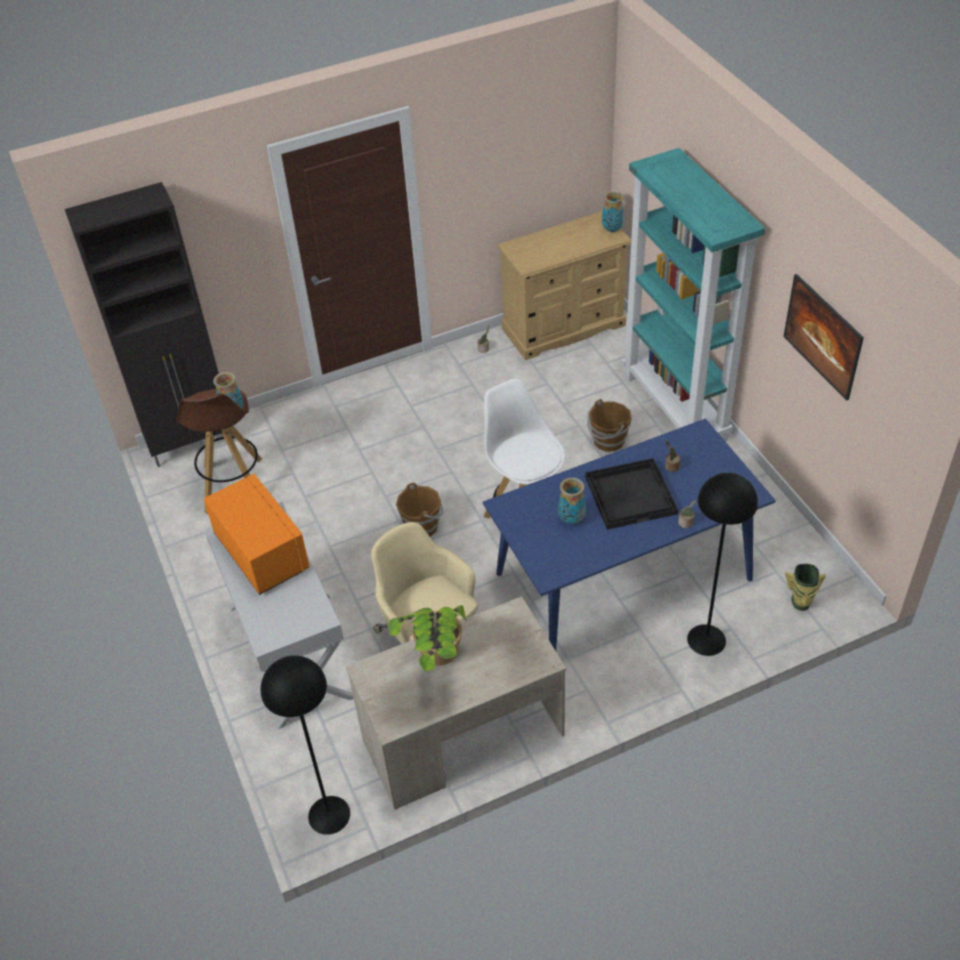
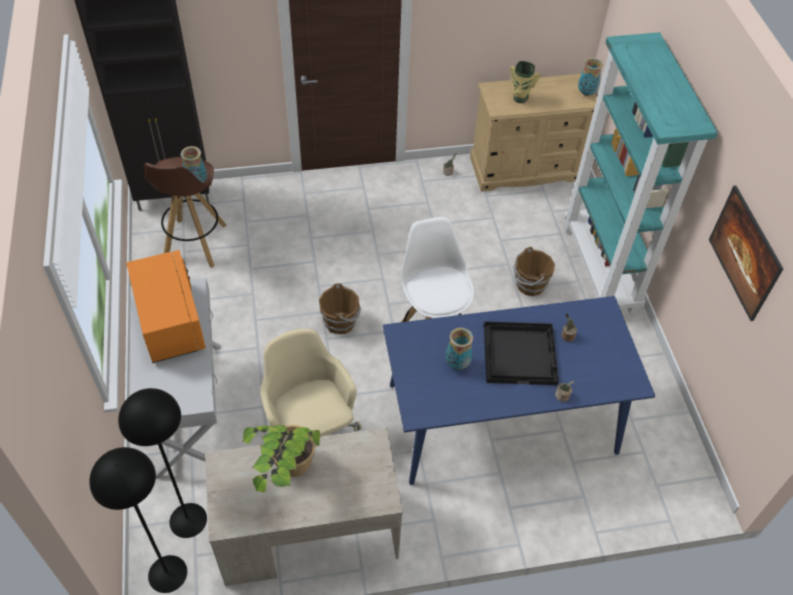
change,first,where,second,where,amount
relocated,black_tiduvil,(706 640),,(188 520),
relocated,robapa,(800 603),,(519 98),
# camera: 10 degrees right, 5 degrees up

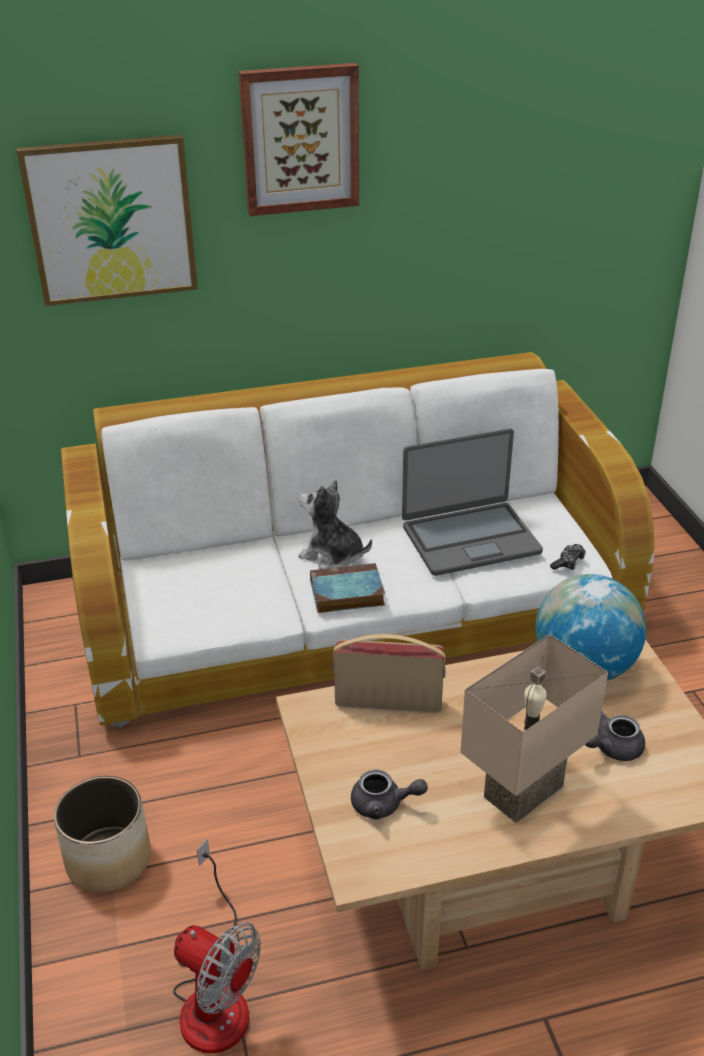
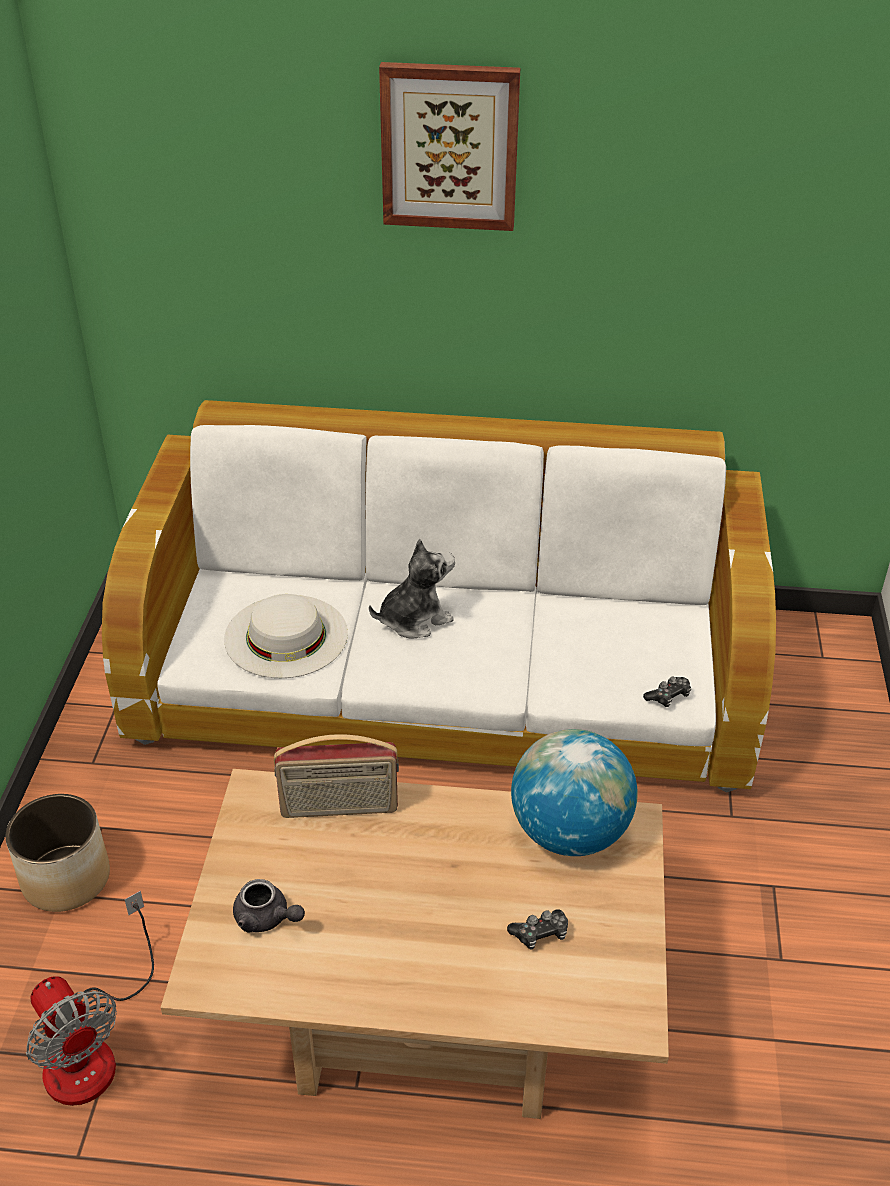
change,first,where,second,where,amount
missing,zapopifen,(111 220),,,
spun,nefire,(332 556),,(414 619),105 degrees clockwise
missing,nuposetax,(345 593),,,
spun,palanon,(388 702),,(339 808),150 degrees clockwise
missing,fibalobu,(470 539),,,
missing,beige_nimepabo,(521 789),,,
exchanged,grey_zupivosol,(612 748),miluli,(540 934),
appeared,,,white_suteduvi,(286 636),
# camera: 20 degrees right, 5 degrees up

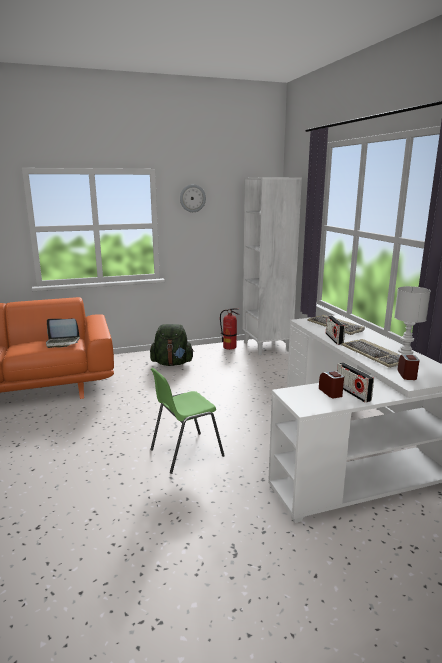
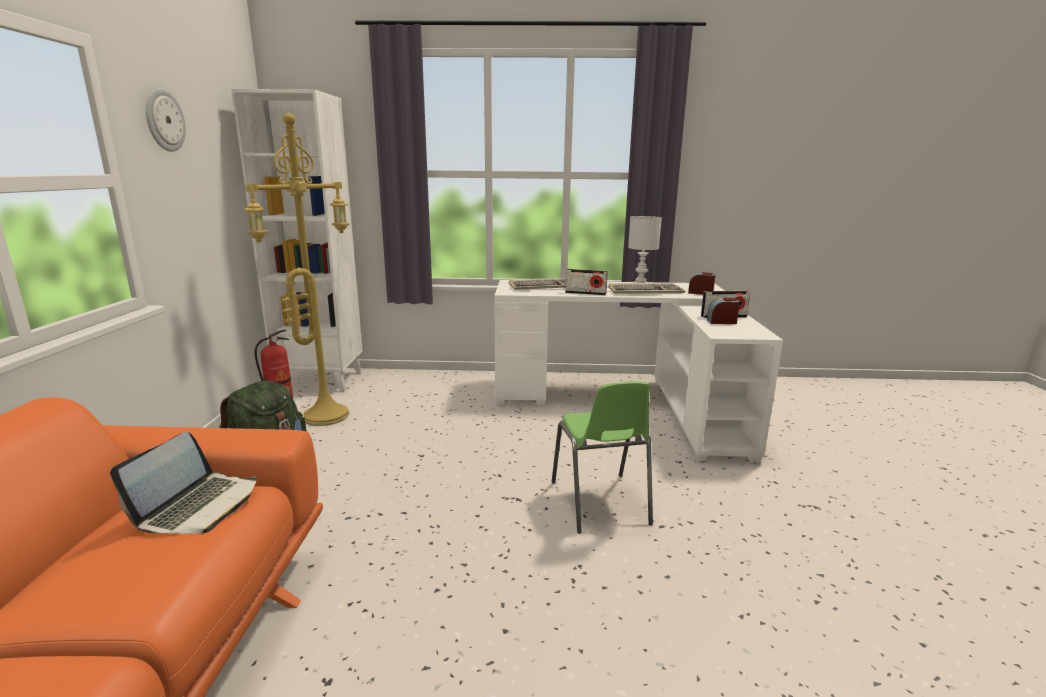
change,first,where,second,where,amount
appeared,,,yellow_tiduvil,(326 415),
# camera: 70 degrees left, 0 degrees up

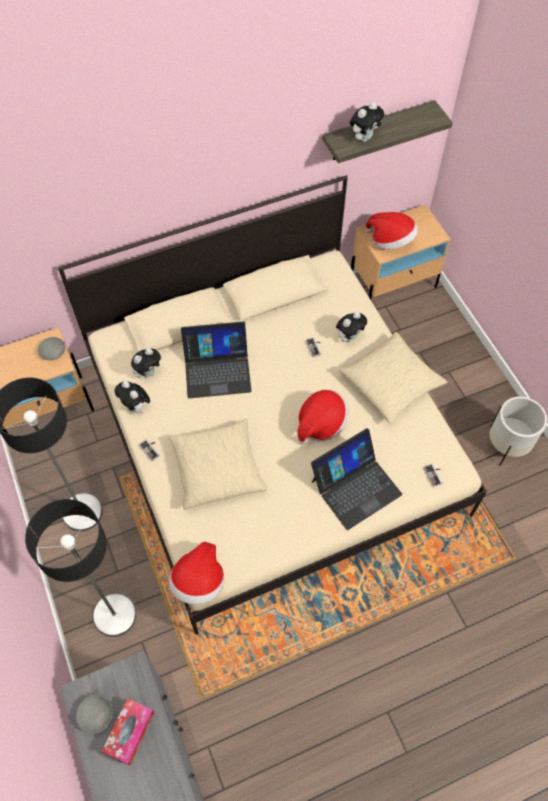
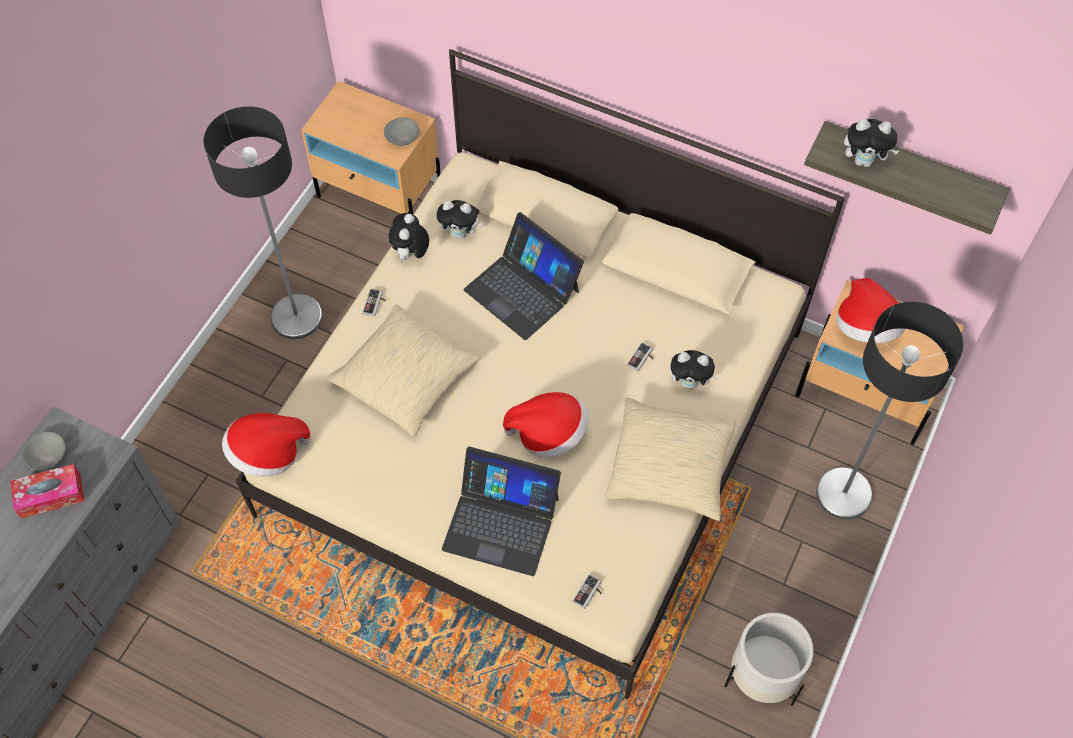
change,first,where,second,where,amount
relocated,tiduvil,(114 614),,(843 493),
# camera: 50 degrees right, 0 degrees up

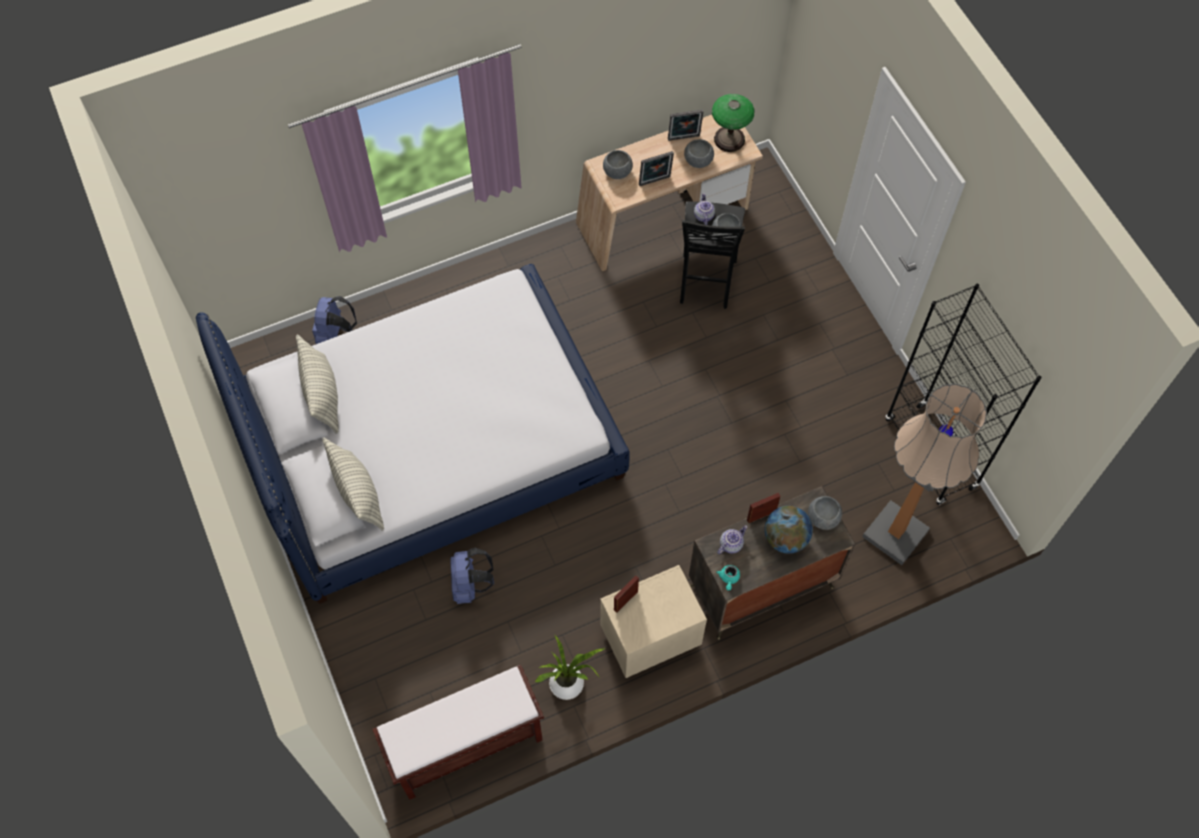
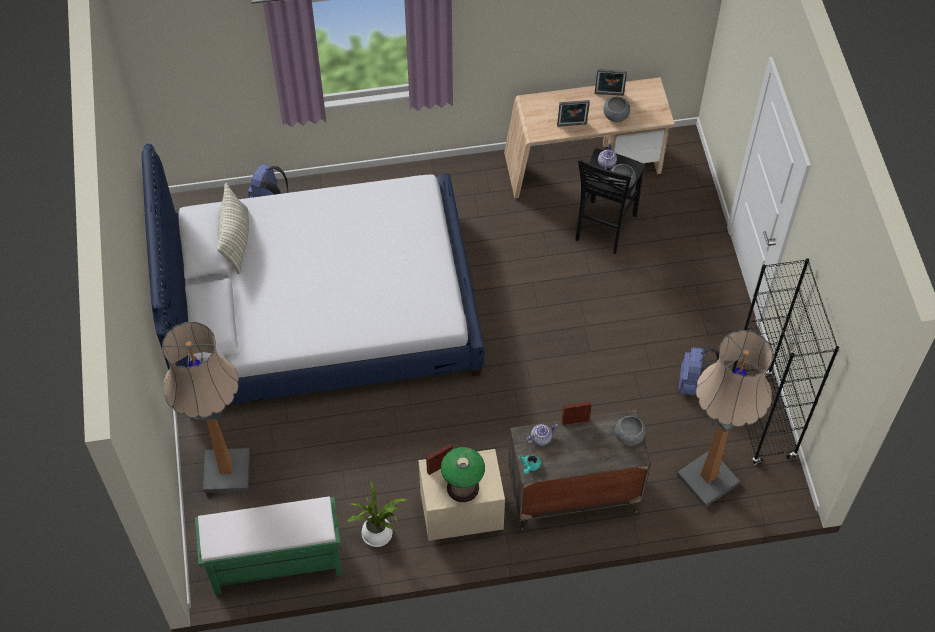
change,first,where,second,where,amount
missing,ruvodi,(358 493),,,
colour,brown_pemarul,(465 747),green_pemarul,(275 564),
relocated,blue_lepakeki,(470 585),,(694 383),
missing,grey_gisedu,(617 171),,,
relocated,nimepabo,(729 139),,(462 487),
missing,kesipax,(785 538),,,
appeared,,,tiduvil,(227 472),
# camera: 15 degrees right, 5 degrees down

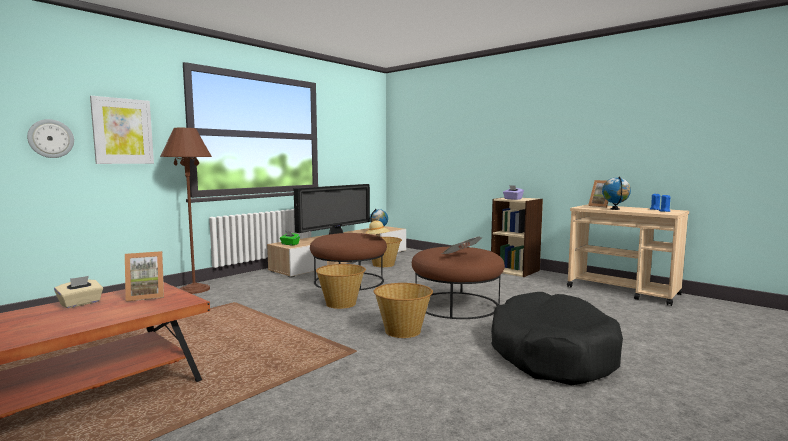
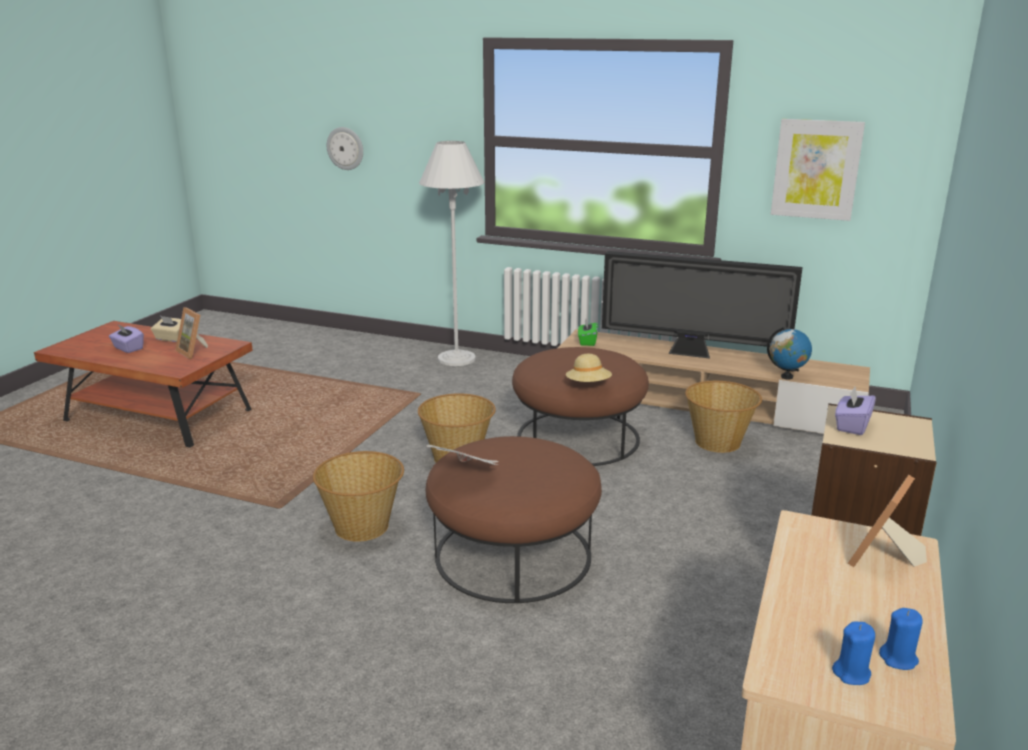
change,first,where,second,where,amount
relocated,zapopifen,(122 131),,(816 169),
colour,brown_tiduvil,(194 289),white_tiduvil,(456 359),
missing,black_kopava,(551 353),,,
missing,kesipax,(615 209),,,
appeared,,,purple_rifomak,(128 348),
# camera: 70 degrees right, 15 degrees up

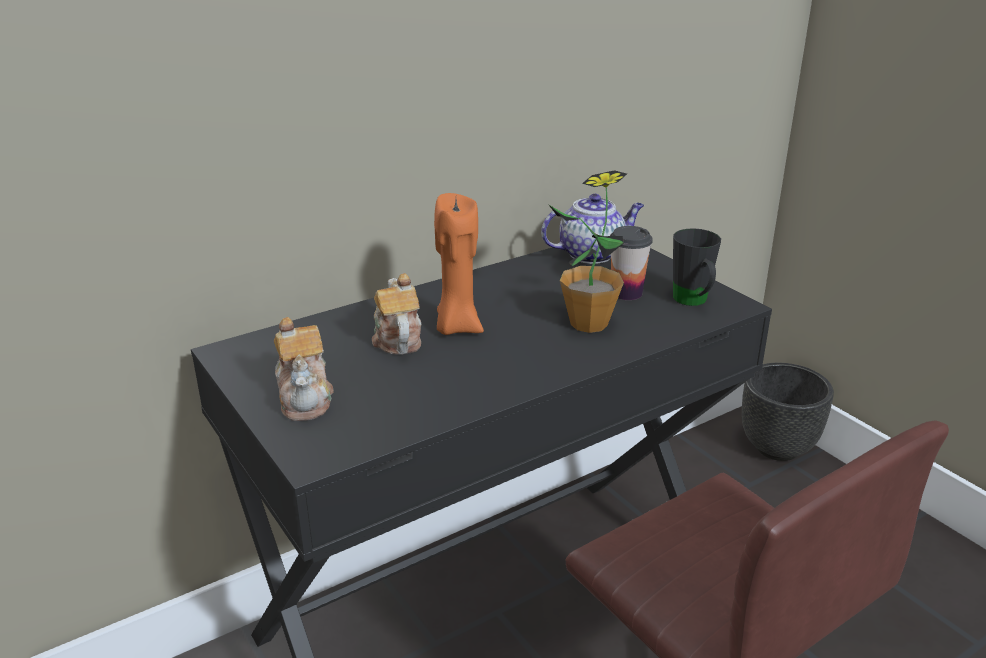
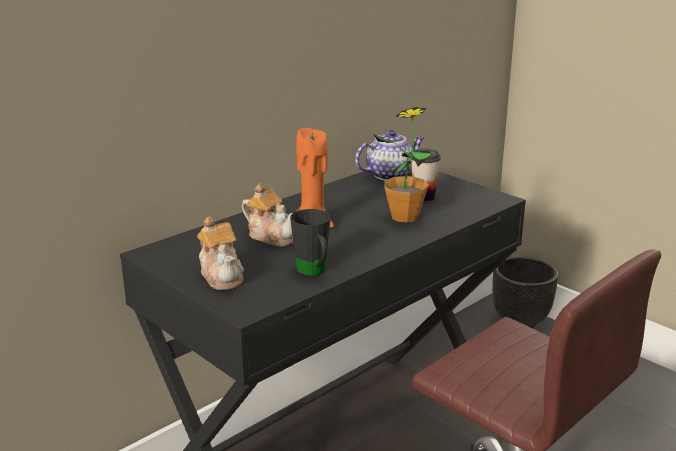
change,first,where,second,where,amount
spun,zupivosol,(397 339),,(272 236),150 degrees clockwise
relocated,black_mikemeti,(693 302),,(314 272),
# camera: 10 degrees left, 5 degrees down

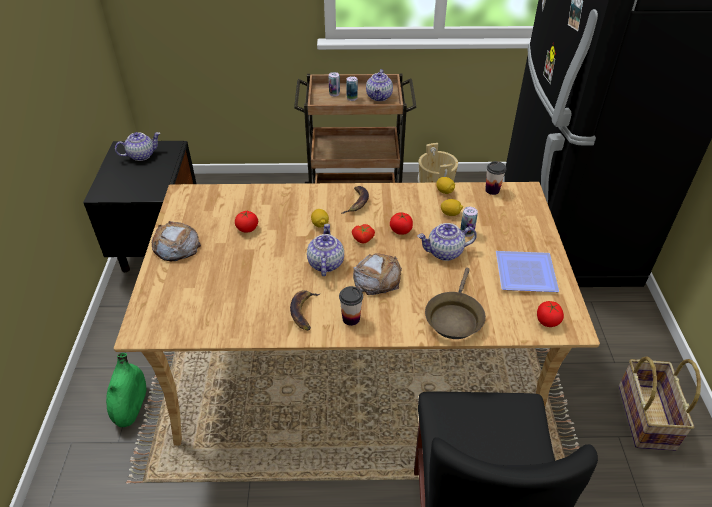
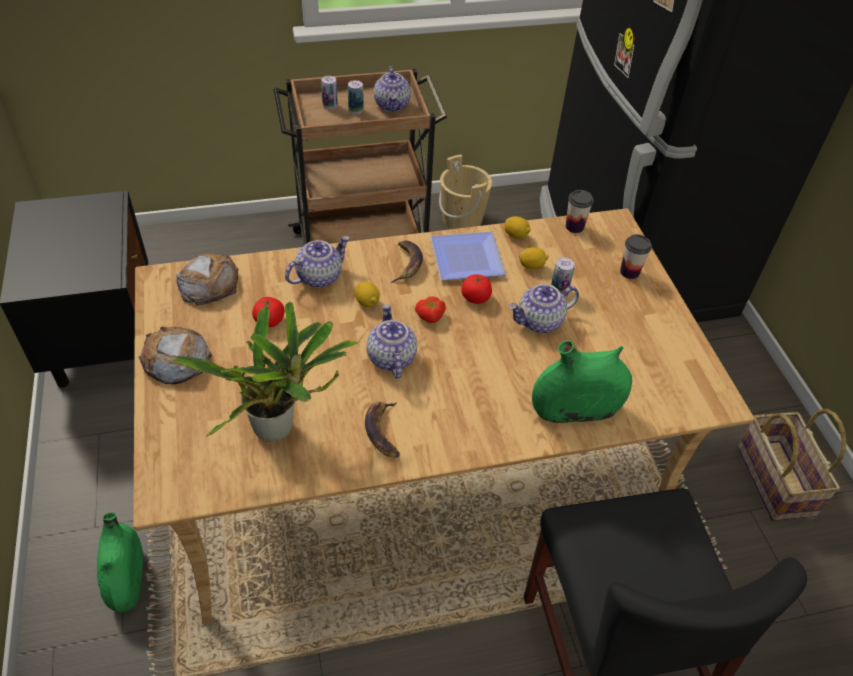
change,first,where,second,where,amount
relocated,zupivosol,(141 155),,(319 276),
relocated,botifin,(351 318),,(629 272),
relocated,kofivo,(377 278),,(209 283),
exchanged,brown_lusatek,(454 317),green_robapa,(576 410),
relocated,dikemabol,(523 272),,(464 257),
missing,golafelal,(547 321),,,
appeared,,,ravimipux,(280 428),
# camera: 15 degrees left, 5 degrees up

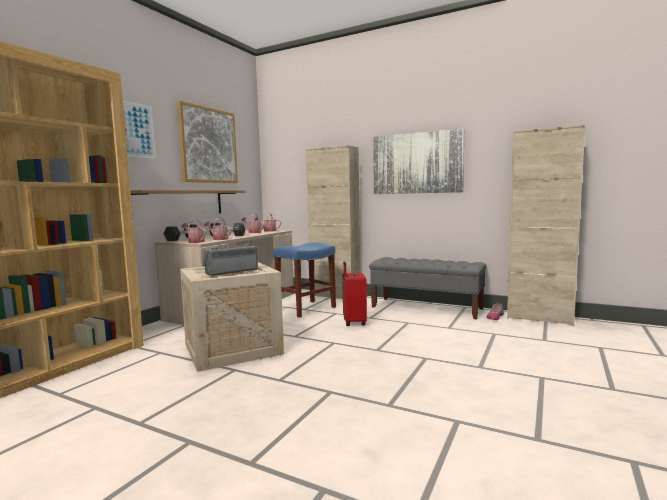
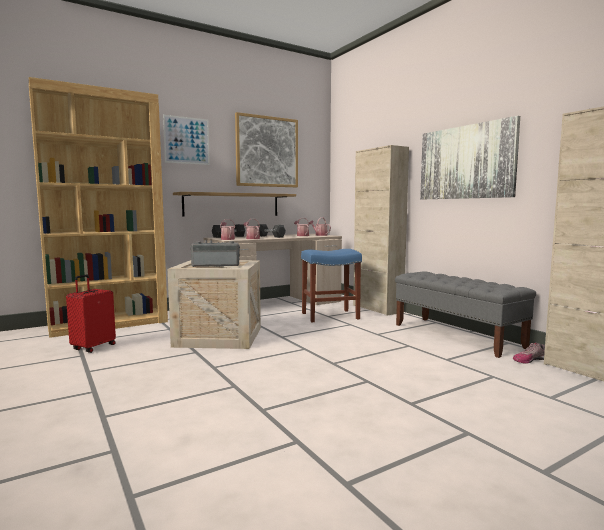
change,first,where,second,where,amount
relocated,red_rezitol,(353 322),,(93 347),
# camera: 30 degrees right, 0 degrees up

